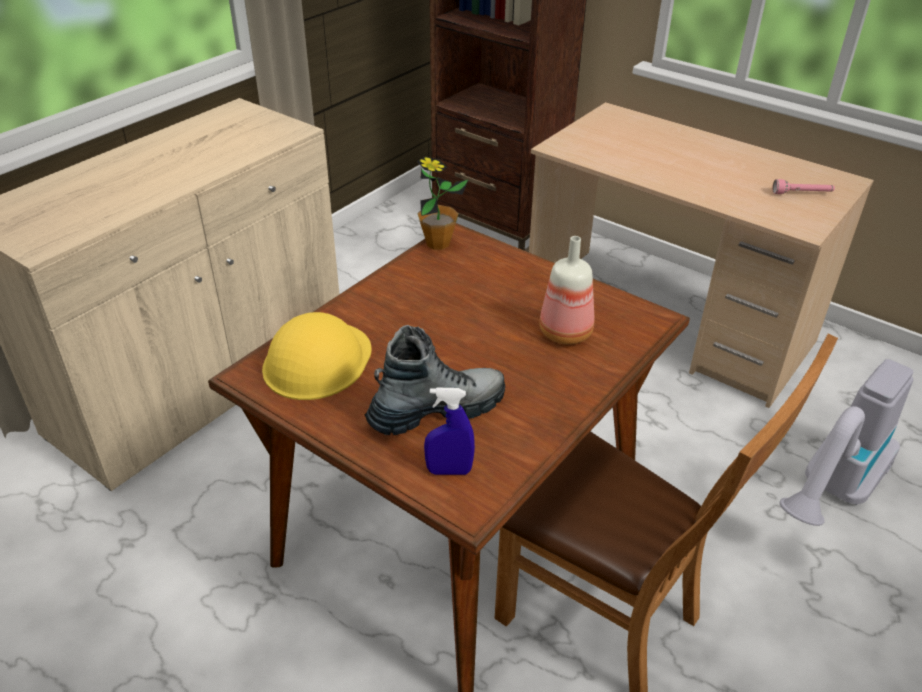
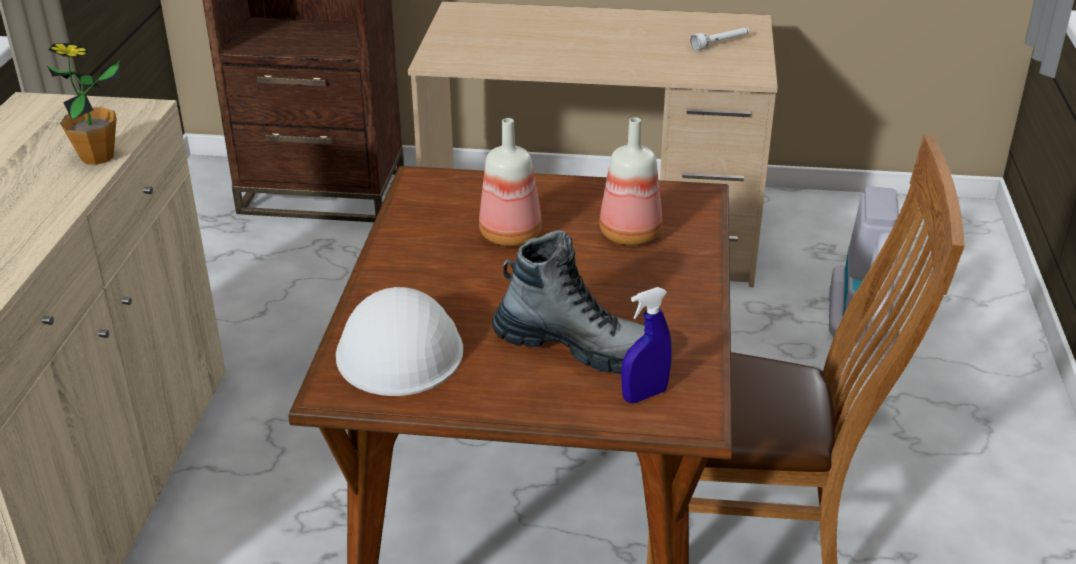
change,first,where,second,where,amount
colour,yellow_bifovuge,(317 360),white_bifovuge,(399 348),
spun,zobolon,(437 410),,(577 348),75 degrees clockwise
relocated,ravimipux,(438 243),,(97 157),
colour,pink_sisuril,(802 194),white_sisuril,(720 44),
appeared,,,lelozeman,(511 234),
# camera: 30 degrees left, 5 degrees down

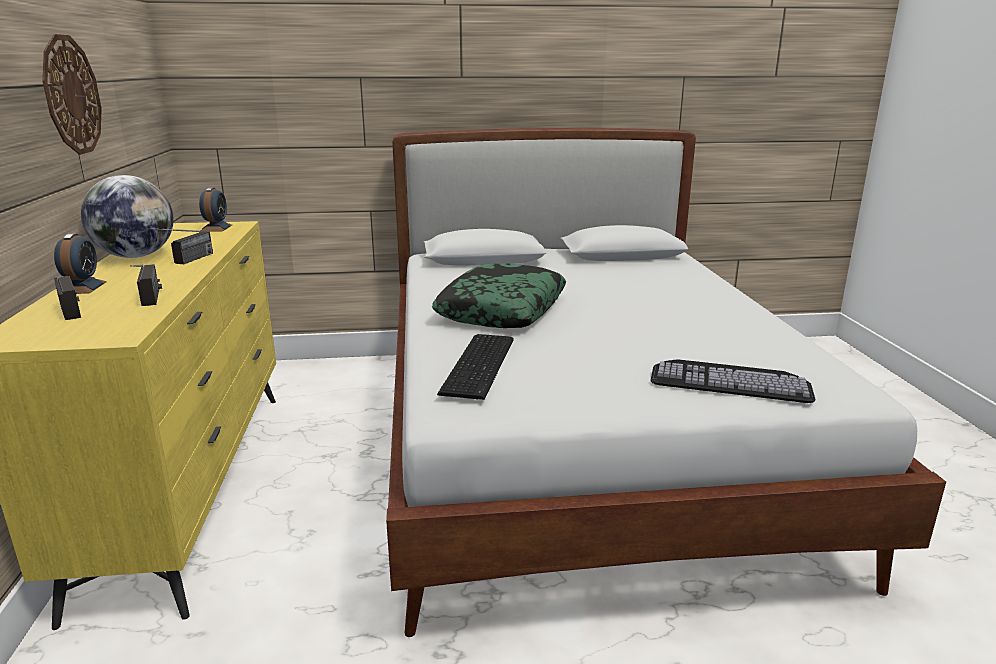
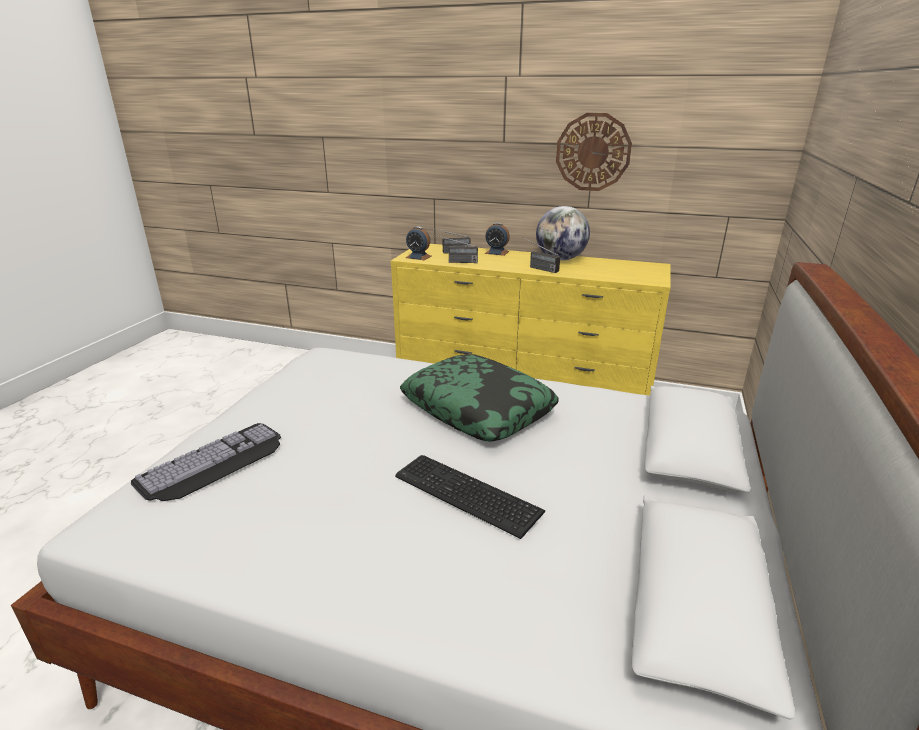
change,first,where,second,where,amount
relocated,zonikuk,(216 228),,(418 257),
relocated,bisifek,(481 364),,(466 496),
# camera: 115 degrees right, 5 degrees up

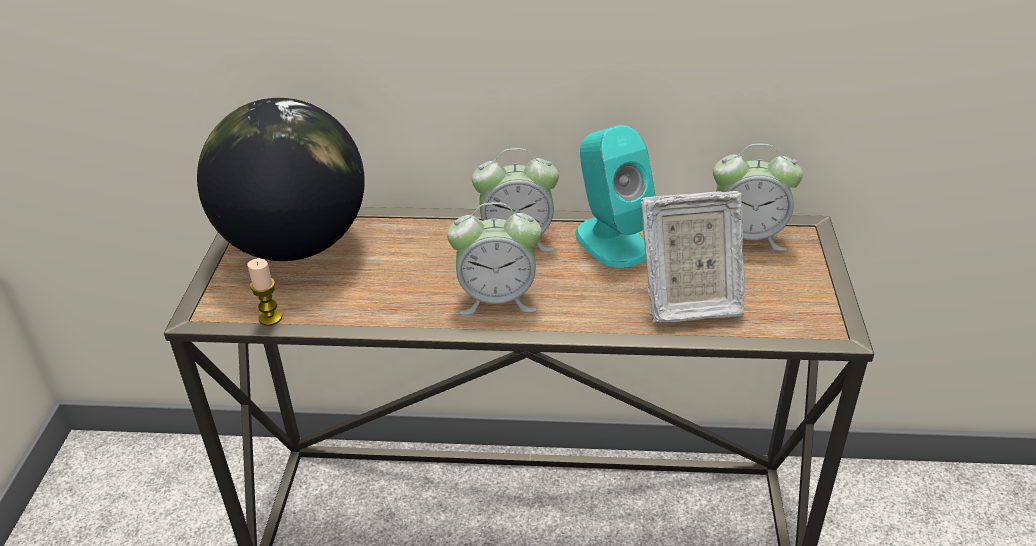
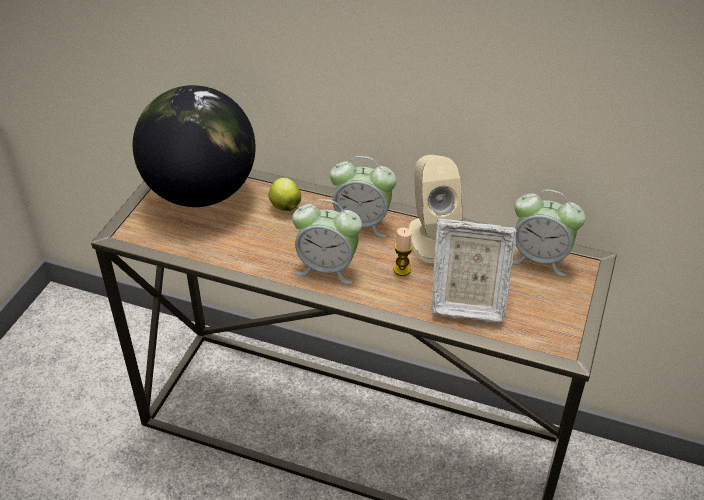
change,first,where,second,where,amount
relocated,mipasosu,(270 318),,(402 270),
colour,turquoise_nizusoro,(611 241),beige_nizusoro,(432 239),
appeared,,,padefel,(285 206),
# camera: 15 degrees right, 5 degrees up

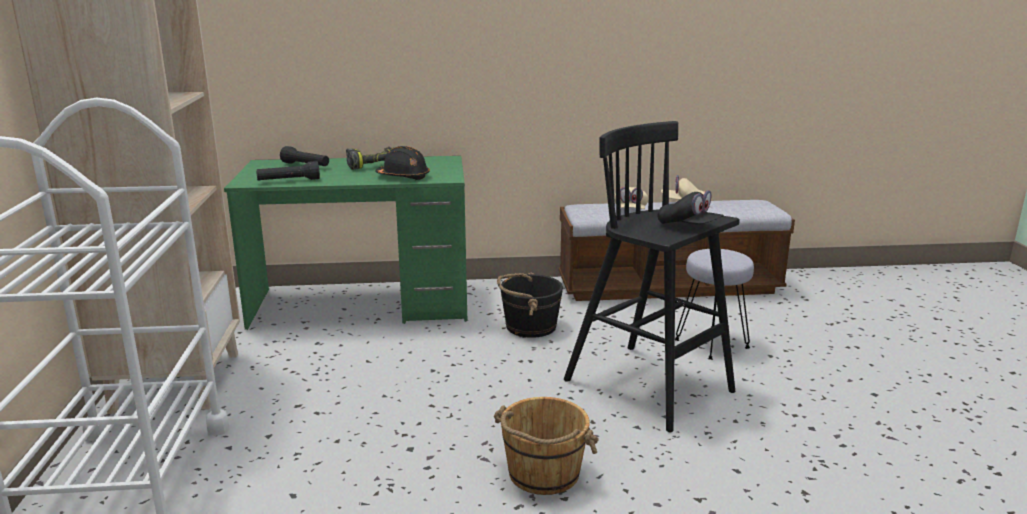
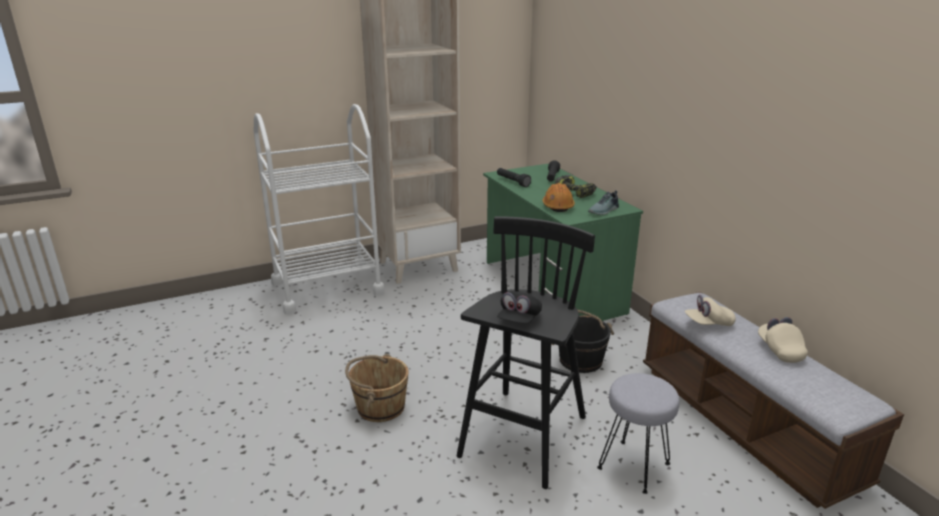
change,first,where,second,where,amount
colour,black_bifovuge,(403 177),orange_bifovuge,(557 206),
appeared,,,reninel,(604 211),
# camera: 70 degrees right, 5 degrees up

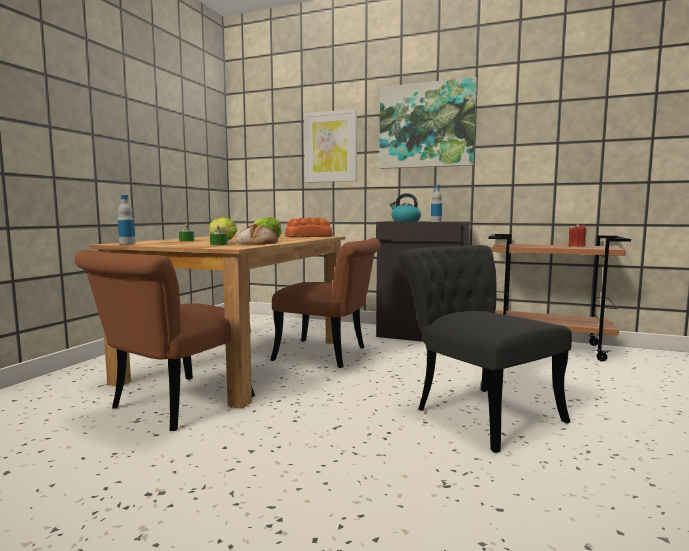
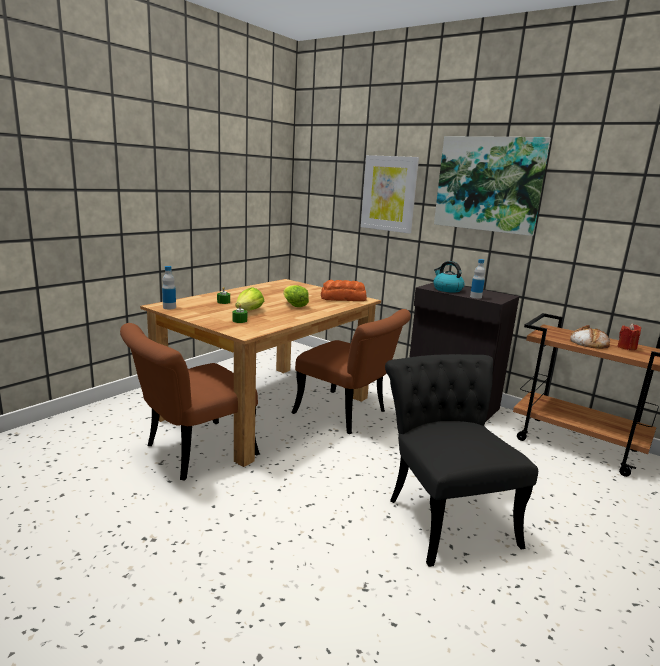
change,first,where,second,where,amount
relocated,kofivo,(256 243),,(588 342),
# camera: 15 degrees right, 10 degrees up

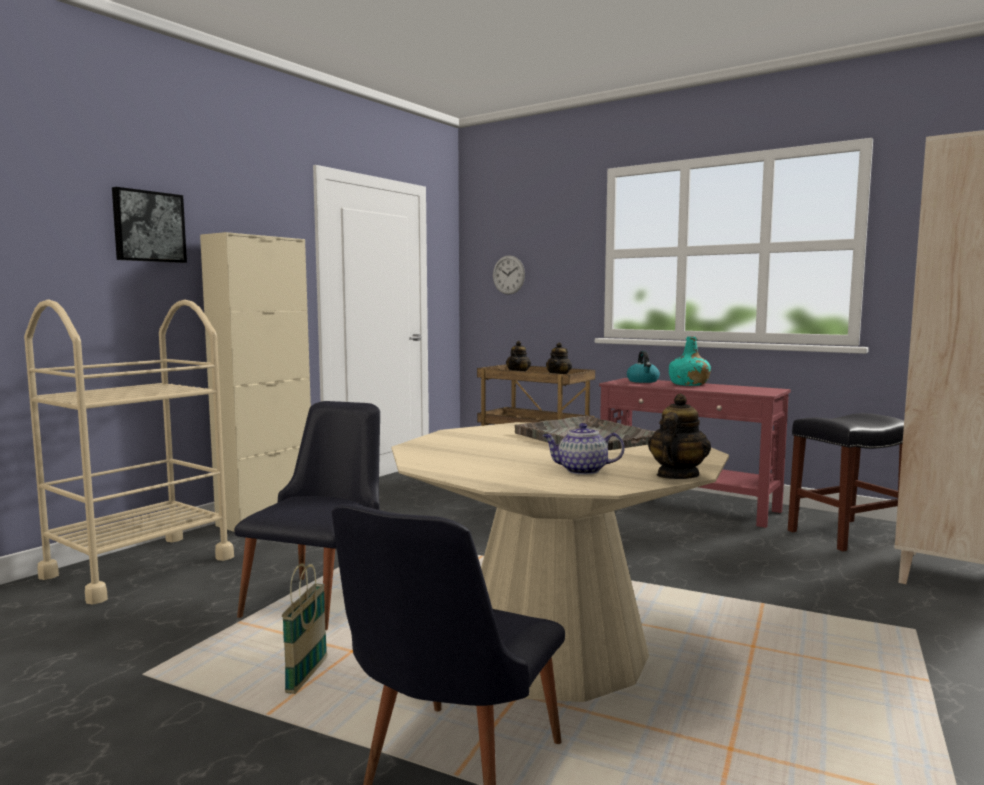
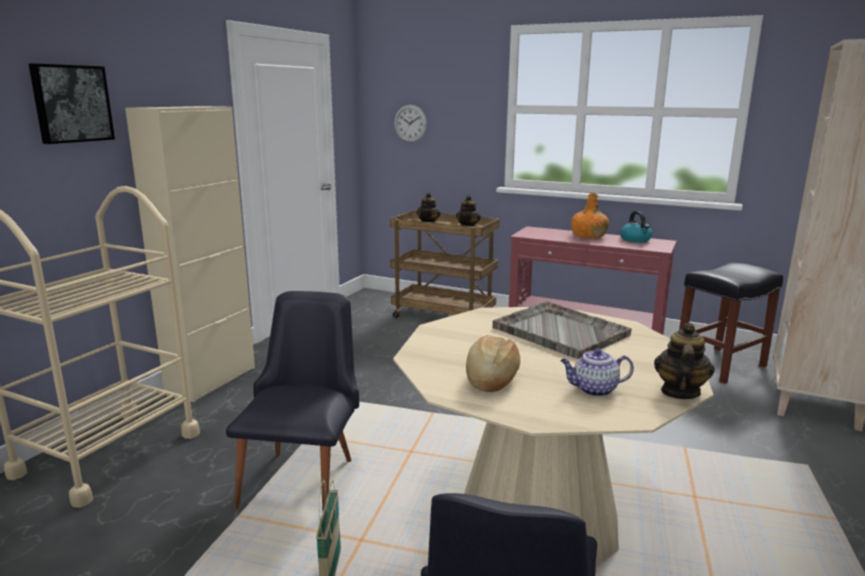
change,first,where,second,where,amount
relocated,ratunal,(643 381),,(636 240),
colour,turquoise_lelozeman,(688 384),orange_lelozeman,(588 236),
appeared,,,kofivo,(490 378),
# camera: 10 degrees left, 10 degrees up

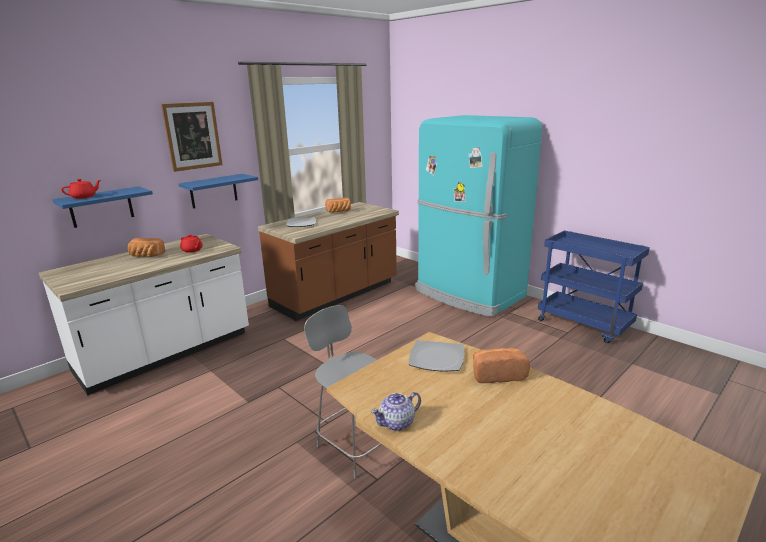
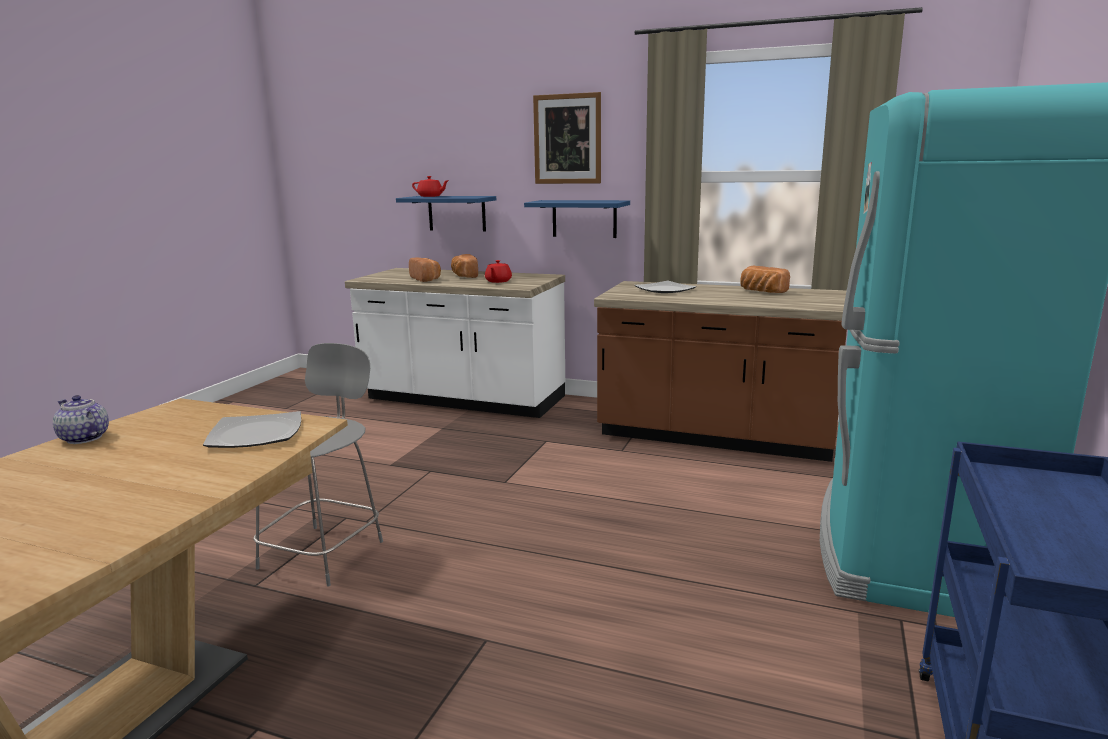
change,first,where,second,where,amount
relocated,kofivo,(497 374),,(426 279),
# camera: 65 degrees right, 5 degrees down

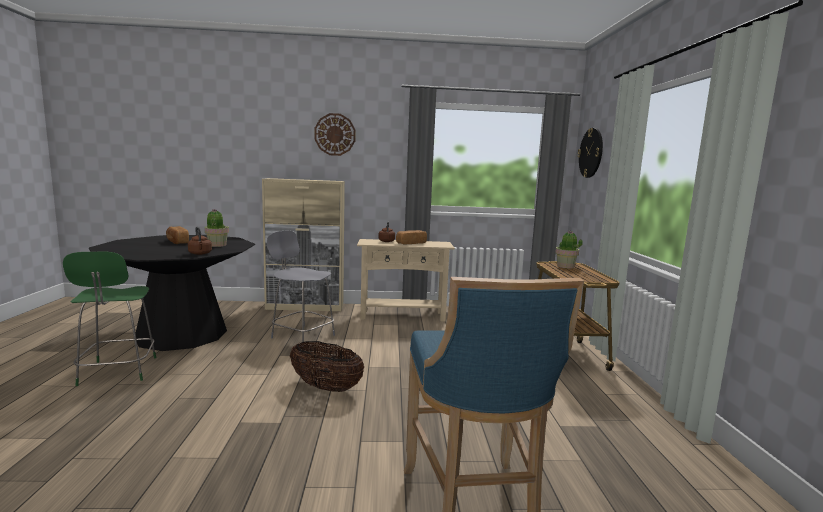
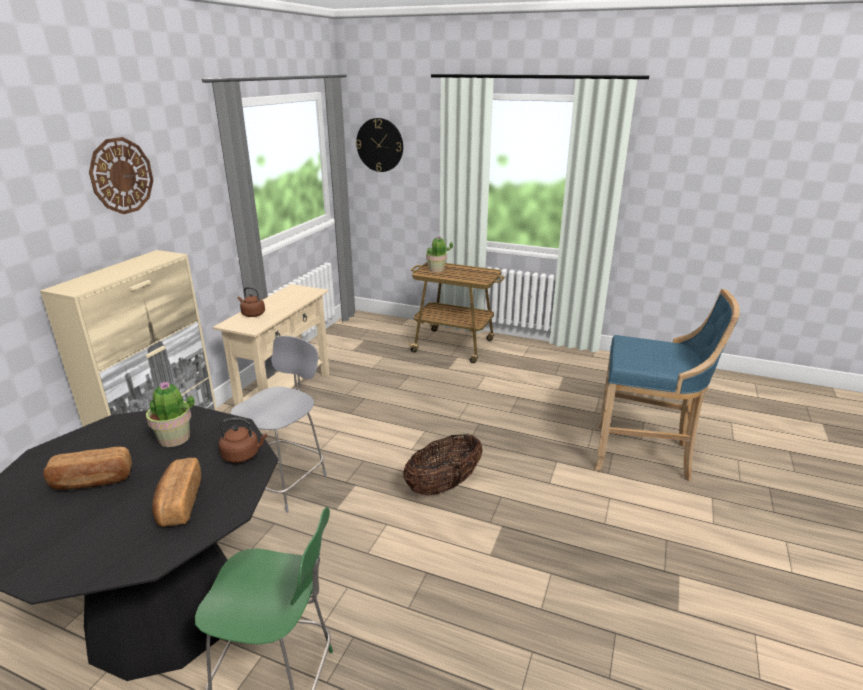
change,first,where,second,where,amount
spun,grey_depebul,(301 336),,(285 482),150 degrees clockwise
relocated,kofivo,(410 243),,(179 503),
# camera: 65 degrees left, 15 degrees up

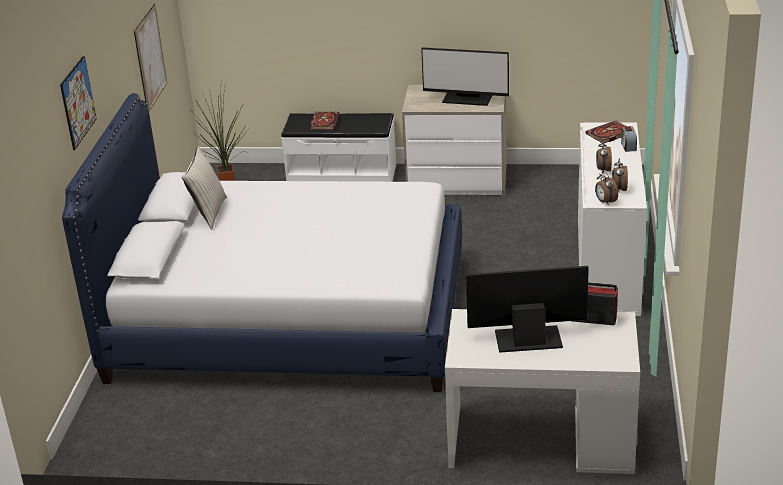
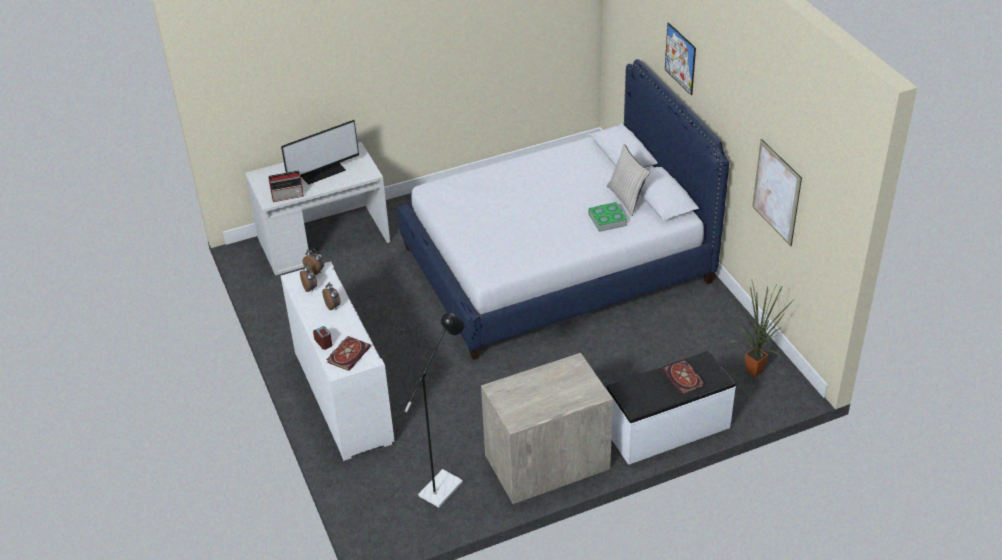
change,first,where,second,where,amount
missing,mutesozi,(467 99),,,
appeared,,,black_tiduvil,(445 483),
appeared,,,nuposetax,(607 219),
# camera: 150 degrees right, 10 degrees up

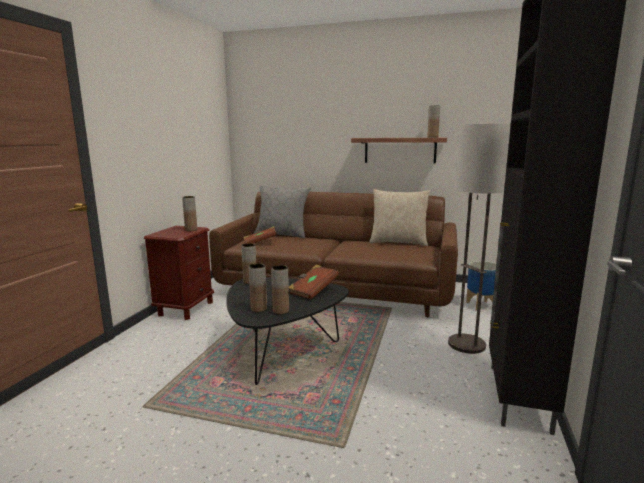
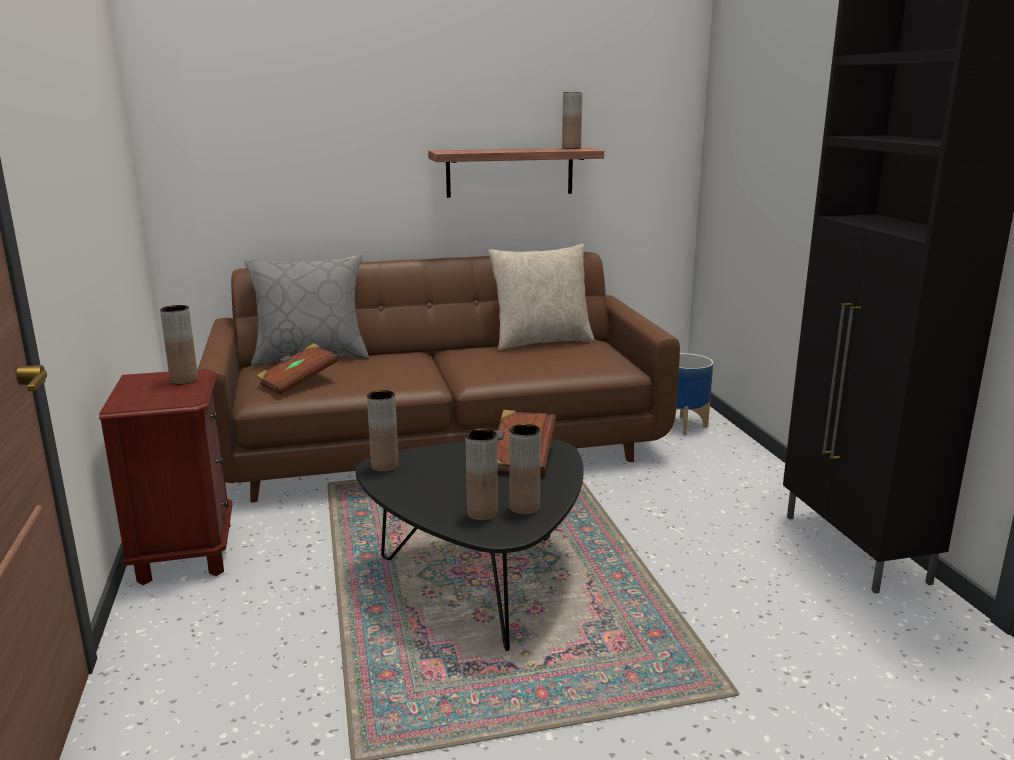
change,first,where,second,where,amount
missing,tiduvil,(467 344),,,
# camera: 30 degrees left, 5 degrees up

